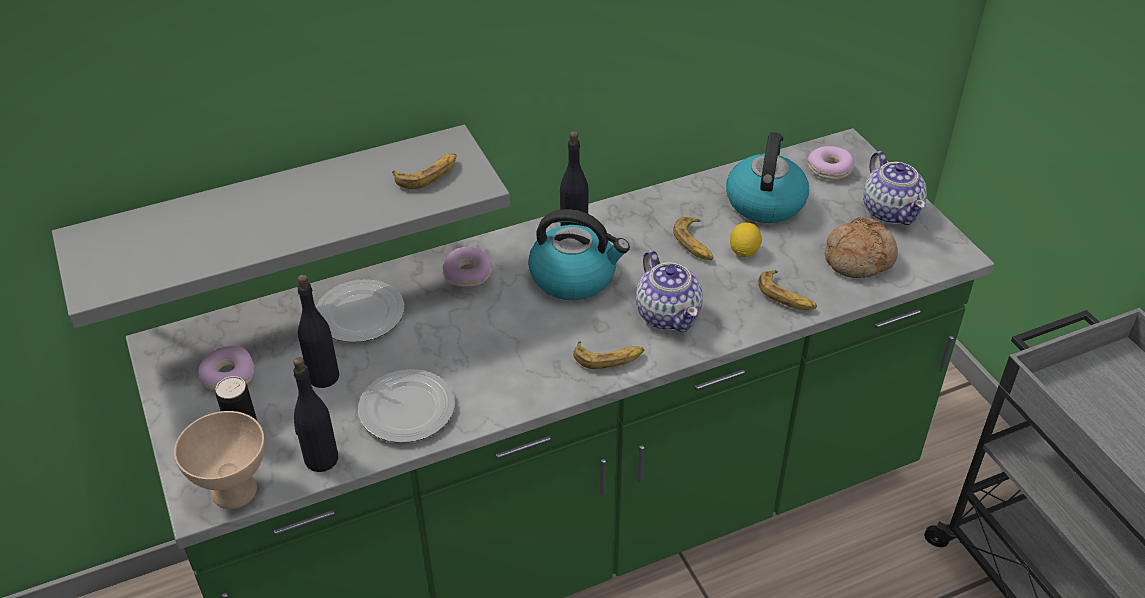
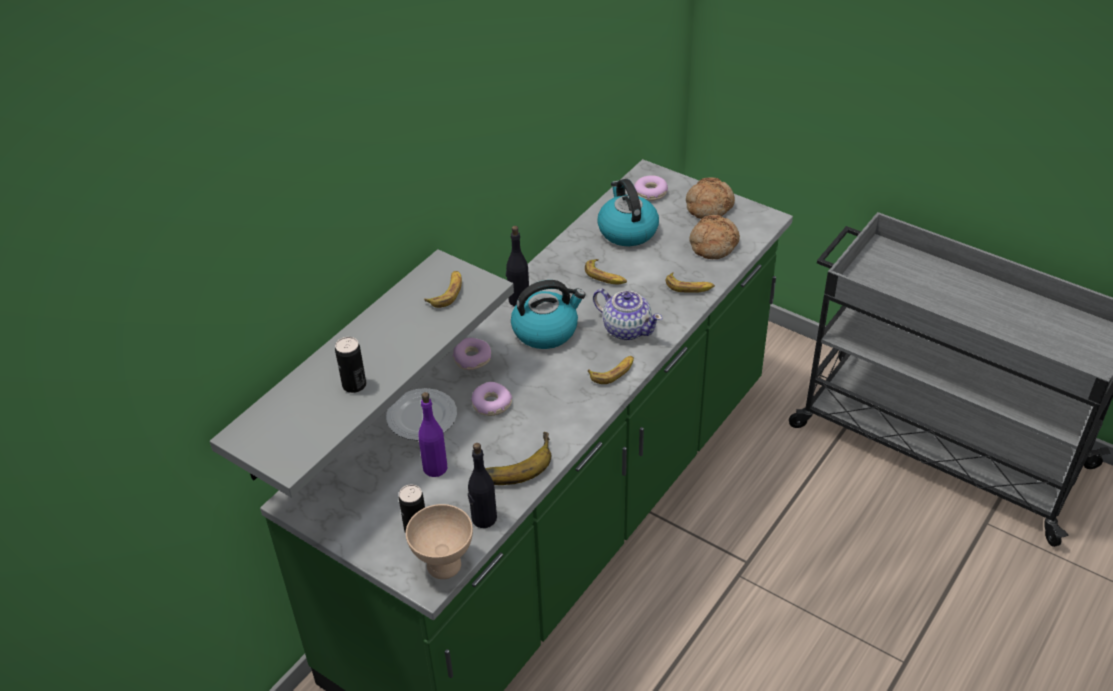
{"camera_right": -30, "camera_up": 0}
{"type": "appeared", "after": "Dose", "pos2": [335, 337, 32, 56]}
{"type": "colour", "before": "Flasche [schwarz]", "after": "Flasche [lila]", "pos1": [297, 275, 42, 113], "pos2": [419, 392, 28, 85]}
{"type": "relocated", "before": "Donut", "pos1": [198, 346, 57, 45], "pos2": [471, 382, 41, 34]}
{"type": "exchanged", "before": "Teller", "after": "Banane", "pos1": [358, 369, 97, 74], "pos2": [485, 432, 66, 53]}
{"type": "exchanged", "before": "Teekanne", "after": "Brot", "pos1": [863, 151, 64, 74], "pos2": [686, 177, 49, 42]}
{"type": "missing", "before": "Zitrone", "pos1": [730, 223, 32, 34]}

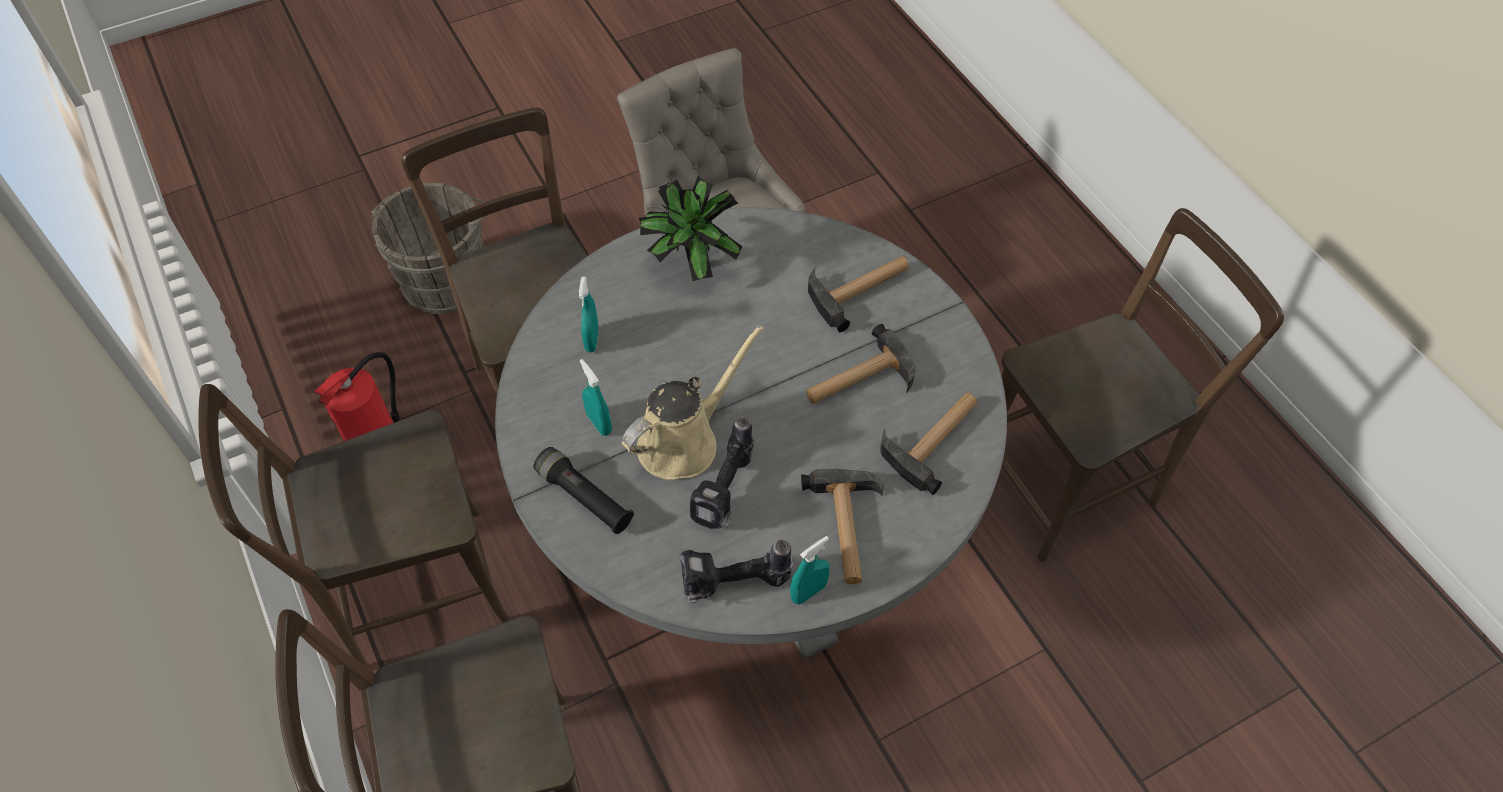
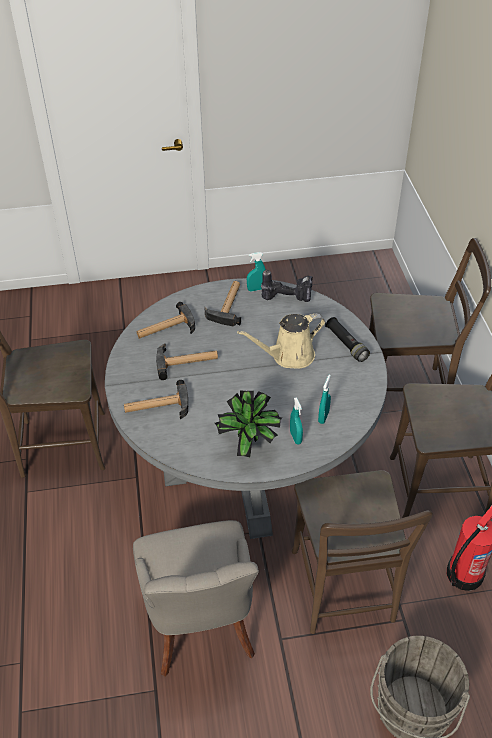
{"camera_right": -160, "camera_up": -10}
{"type": "relocated", "before": "Sprühflasche [türkis]", "pos1": [580, 359, 32, 77], "pos2": [290, 397, 13, 48]}
{"type": "missing", "before": "Bohrmaschine", "pos1": [690, 417, 64, 112]}

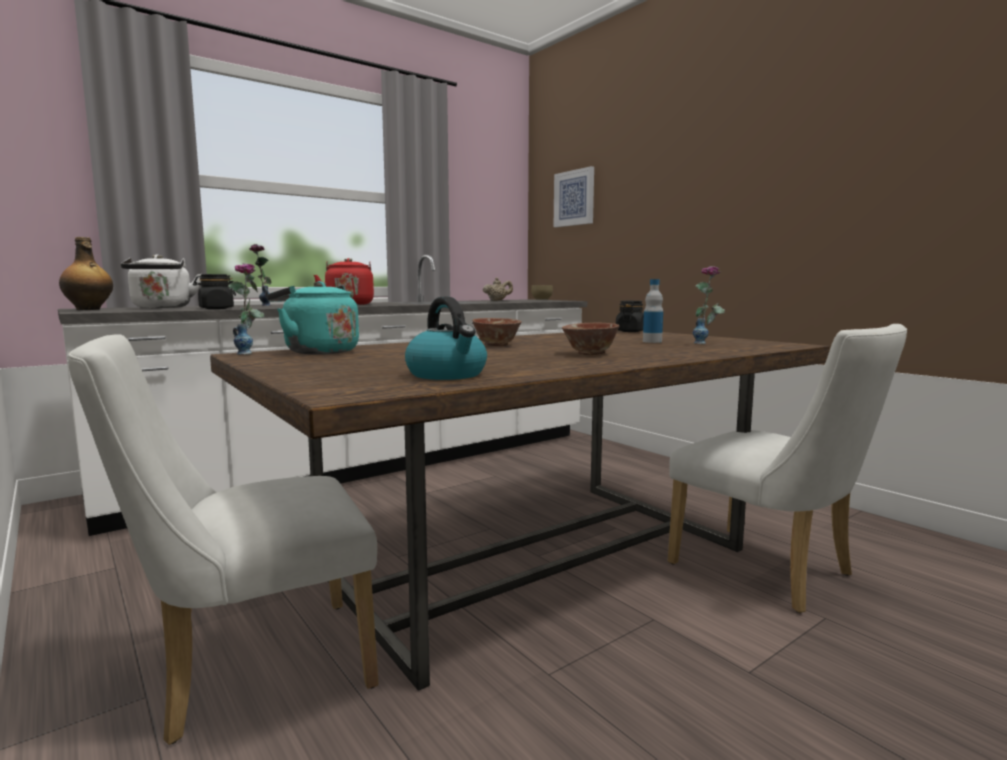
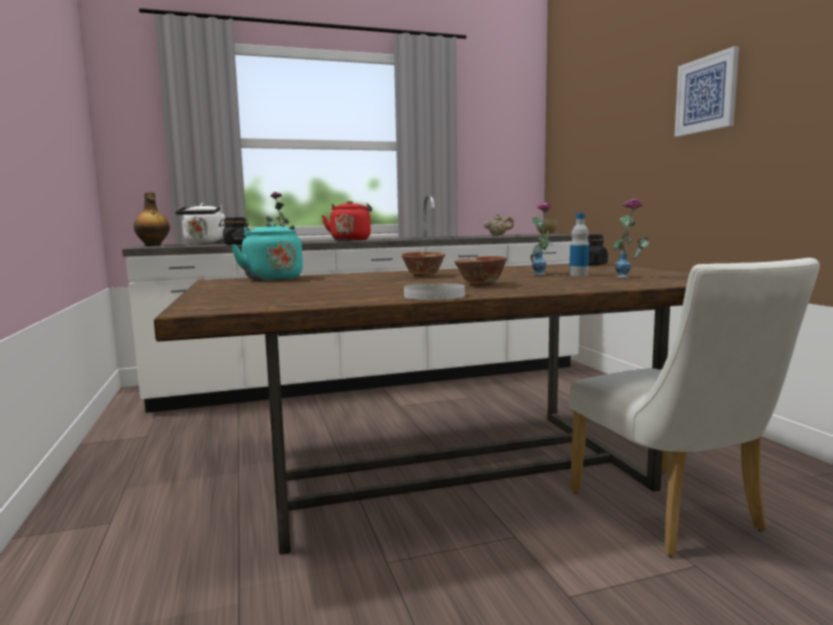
{"camera_right": 20, "camera_up": 0}
{"type": "appeared", "after": "Teller [weiß]", "pos2": [404, 283, 61, 17]}
{"type": "relocated", "before": "Vase", "pos1": [228, 263, 36, 92], "pos2": [530, 202, 23, 73]}
{"type": "relocated", "before": "Bild", "pos1": [554, 166, 40, 61], "pos2": [674, 46, 65, 91]}
{"type": "missing", "before": "Stuhl [weiß]", "pos1": [68, 334, 311, 411]}
{"type": "missing", "before": "Wasserkessel", "pos1": [405, 297, 82, 83]}

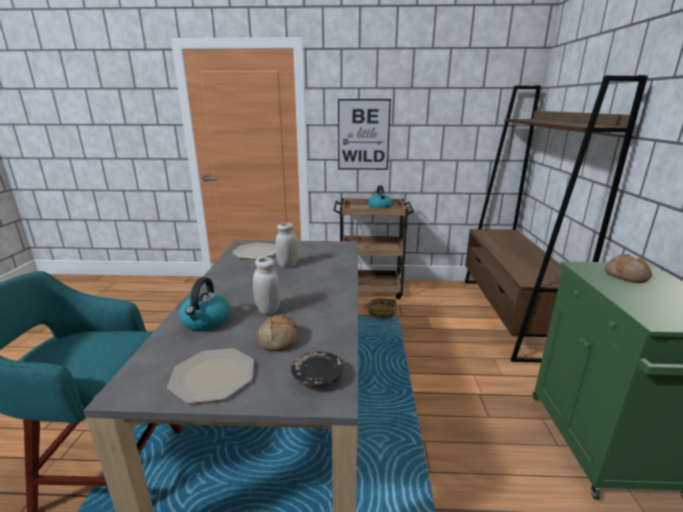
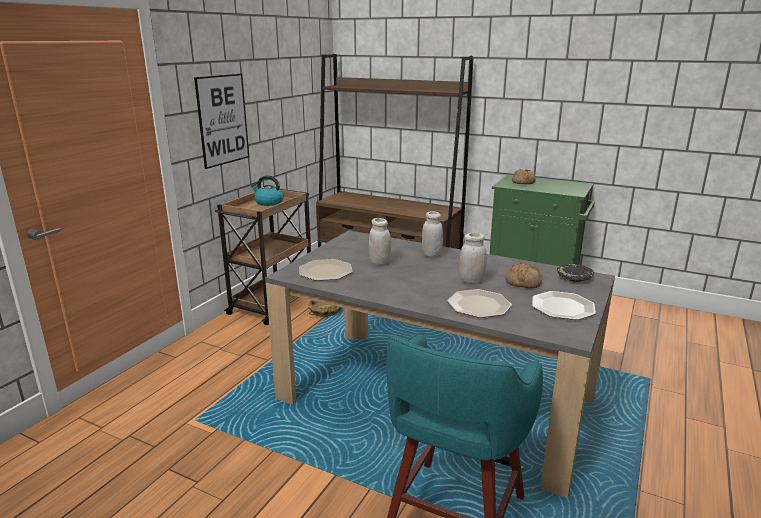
{"camera_right": -65, "camera_up": 0}
{"type": "appeared", "after": "Vorratsglas [weiß]", "pos2": [422, 211, 21, 47]}
{"type": "exchanged", "before": "Wasserkessel", "after": "Teller", "pos1": [179, 277, 51, 54], "pos2": [447, 289, 65, 29]}

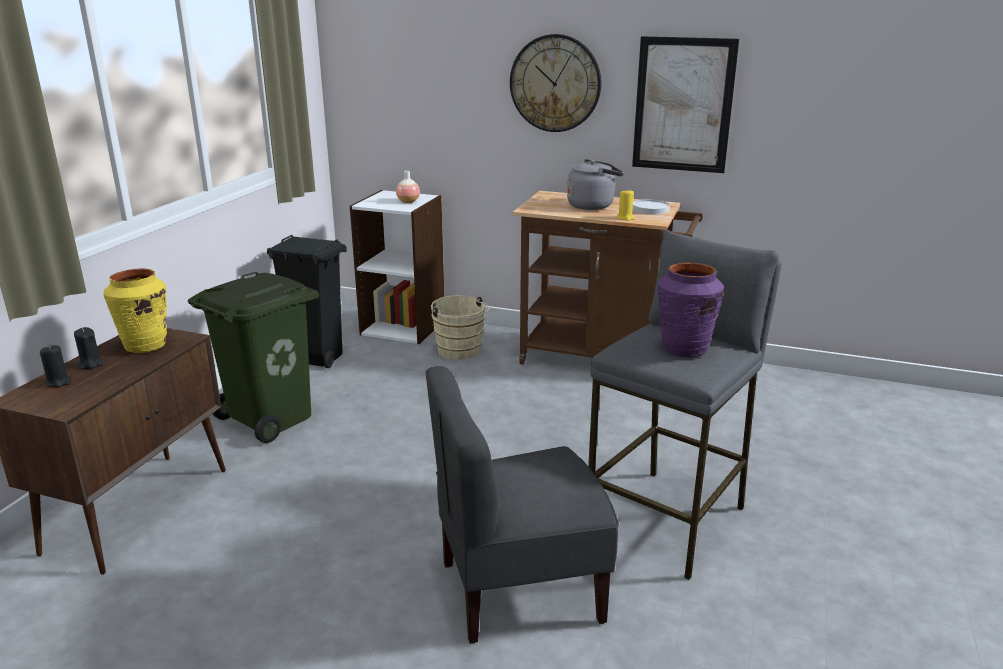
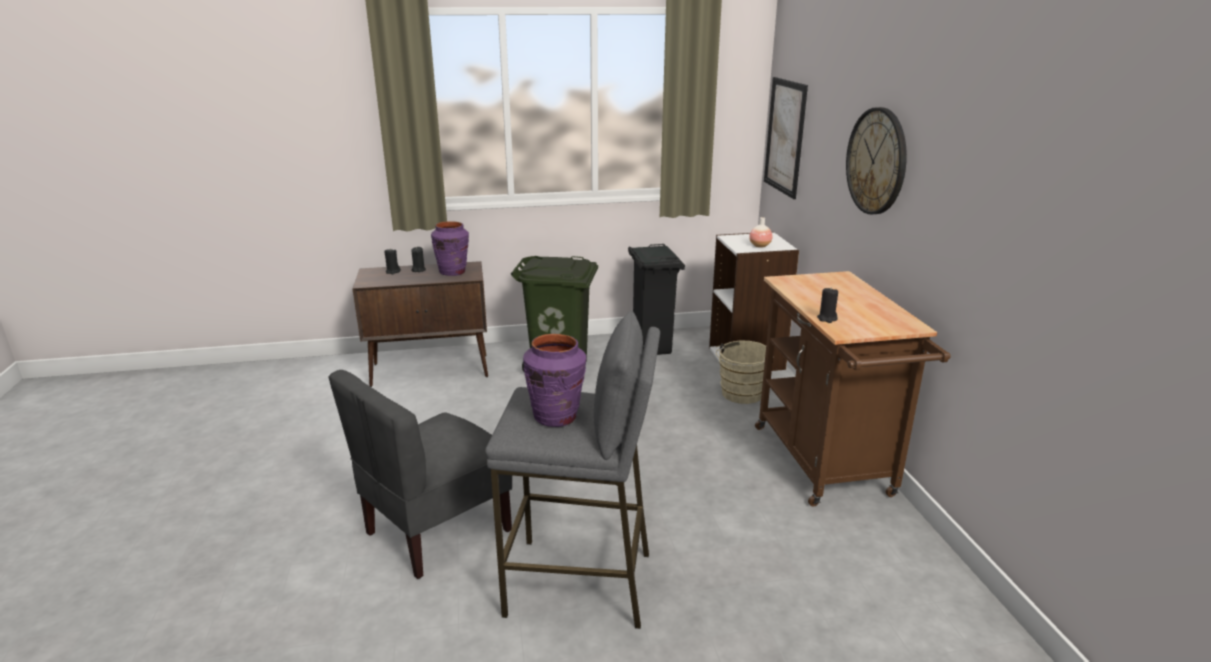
{"camera_right": 60, "camera_up": 0}
{"type": "spun", "before": "Stuhl [grau]", "pos1": [426, 366, 193, 278], "pos2": [329, 370, 183, 209], "turn": -90}
{"type": "colour", "before": "Vase [gelb]", "after": "Vase [lila]", "pos1": [103, 268, 64, 85], "pos2": [431, 221, 38, 55]}
{"type": "relocated", "before": "Bild", "pos1": [632, 36, 107, 137], "pos2": [764, 77, 44, 122]}
{"type": "colour", "before": "Kerze [gelb]", "after": "Kerze [schwarz]", "pos1": [617, 189, 18, 32], "pos2": [817, 287, 21, 36]}
{"type": "missing", "before": "Wasserkessel [grau]", "pos1": [567, 159, 57, 51]}
{"type": "missing", "before": "Teller [weiß]", "pos1": [632, 199, 38, 16]}

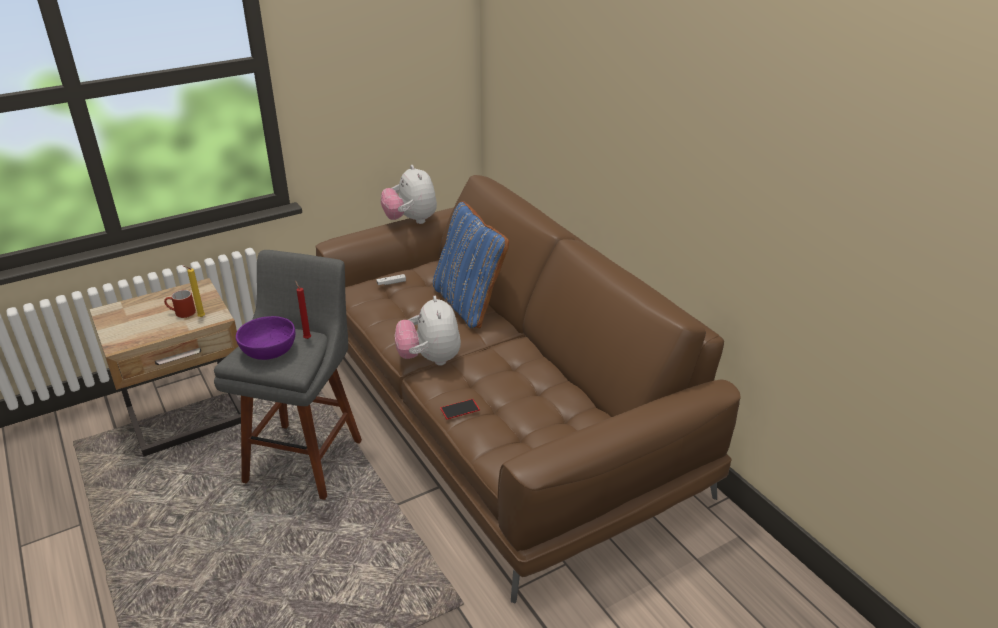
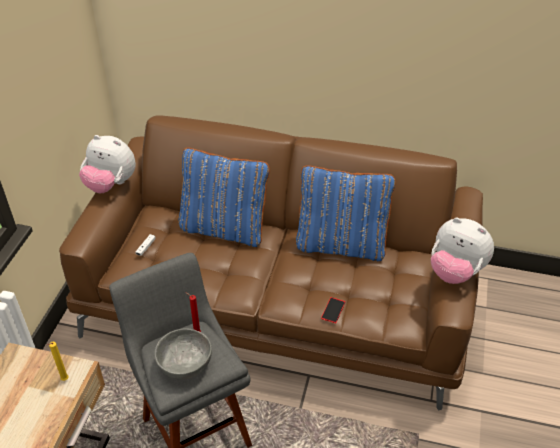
{"camera_right": -45, "camera_up": 10}
{"type": "colour", "before": "Schüssel [lila]", "after": "Schüssel [grau]", "pos1": [236, 316, 60, 44], "pos2": [154, 328, 58, 52]}
{"type": "appeared", "after": "Kissen [blau]", "pos2": [296, 165, 100, 96]}
{"type": "relocated", "before": "Plüschtier", "pos1": [395, 296, 66, 70], "pos2": [431, 218, 63, 66]}
{"type": "missing", "before": "Henkelbecher [rot]", "pos1": [164, 290, 32, 28]}

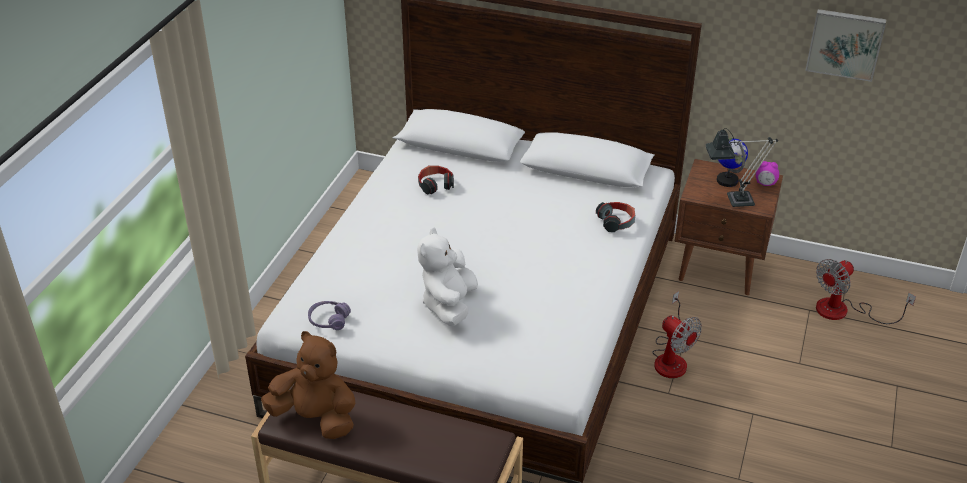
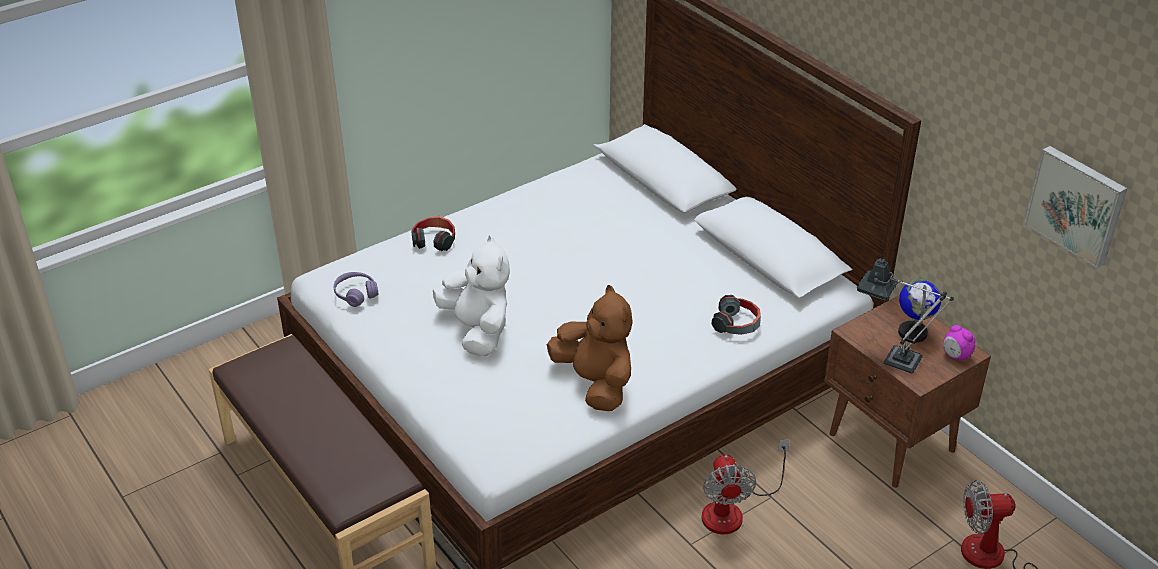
{"camera_right": 35, "camera_up": 0}
{"type": "relocated", "before": "Kopfhörer", "pos1": [418, 165, 36, 30], "pos2": [412, 216, 43, 35]}
{"type": "spun", "before": "Plüschtier [weiß]", "pos1": [417, 228, 61, 98], "pos2": [433, 236, 77, 120], "turn": 105}
{"type": "relocated", "before": "Plüschtier [braun]", "pos1": [261, 331, 95, 108], "pos2": [547, 285, 86, 126]}

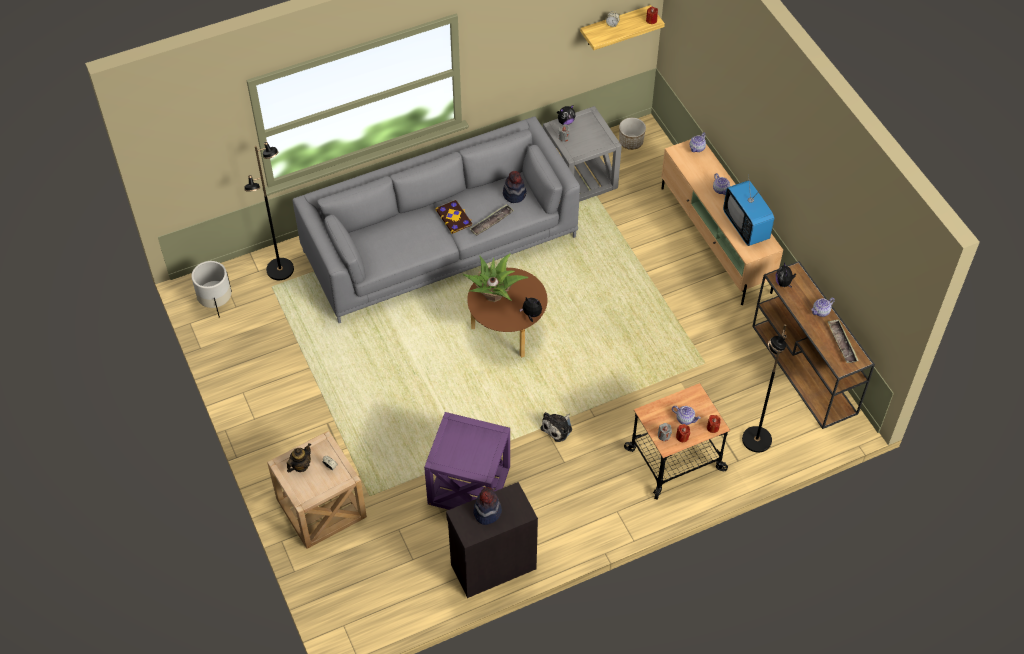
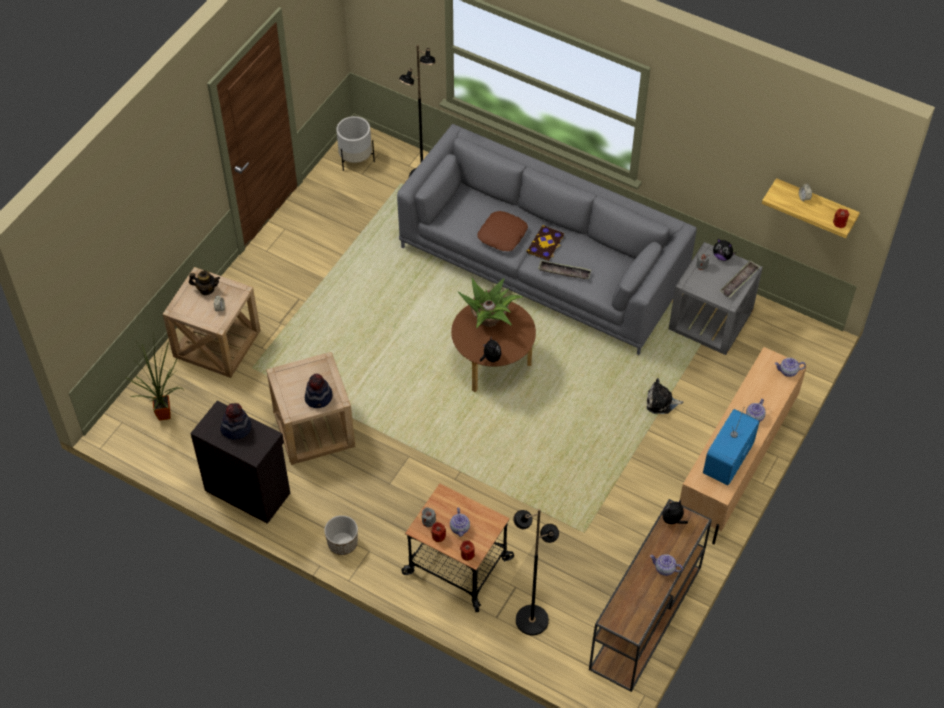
{"camera_right": 55, "camera_up": 0}
{"type": "appeared", "after": "Topfpflanze", "pos2": [124, 341, 59, 80]}
{"type": "colour", "before": "Beistelltisch [lila]", "after": "Beistelltisch [beige]", "pos1": [424, 412, 86, 98], "pos2": [266, 352, 89, 113]}
{"type": "relocated", "before": "Hut", "pos1": [503, 171, 23, 32], "pos2": [305, 374, 28, 34]}
{"type": "relocated", "before": "Pflanzkübel", "pos1": [619, 118, 27, 32], "pos2": [324, 515, 34, 40]}
{"type": "appeared", "after": "Kissen [braun]", "pos2": [477, 211, 51, 40]}
{"type": "relocated", "before": "Plüschtier", "pos1": [540, 412, 32, 30], "pos2": [646, 378, 37, 36]}
{"type": "relocated", "before": "Tablett", "pos1": [827, 319, 32, 44], "pos2": [720, 260, 40, 38]}

